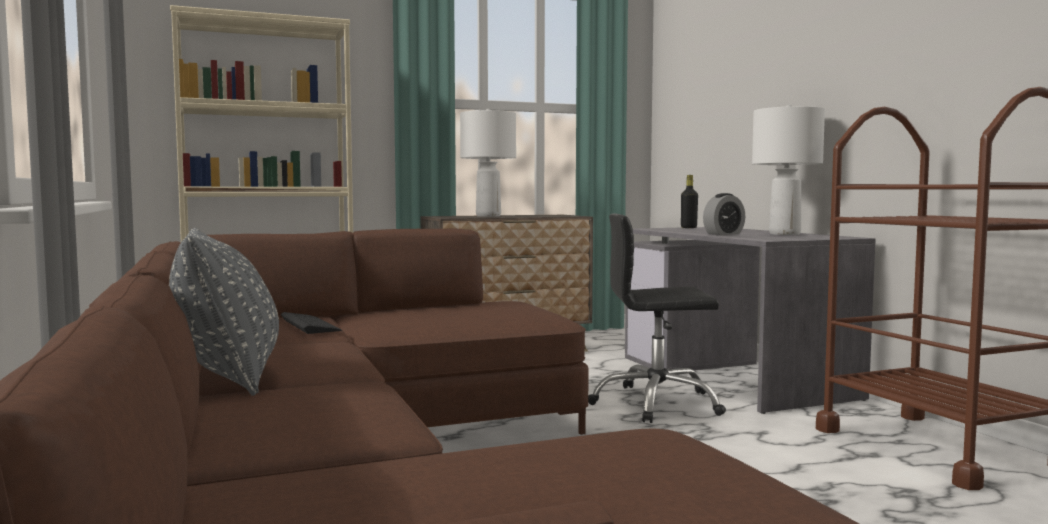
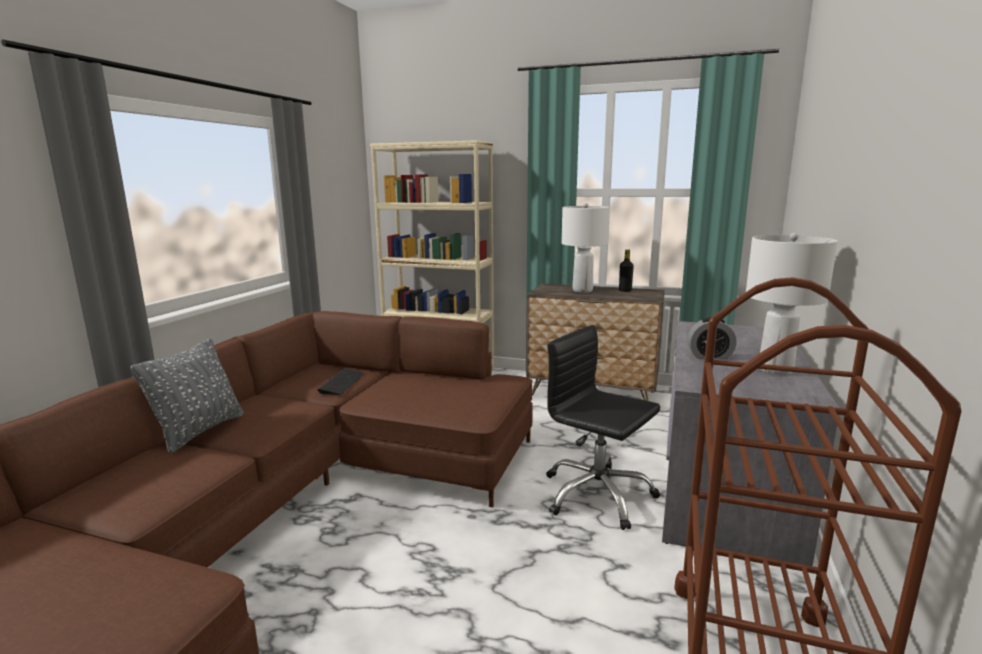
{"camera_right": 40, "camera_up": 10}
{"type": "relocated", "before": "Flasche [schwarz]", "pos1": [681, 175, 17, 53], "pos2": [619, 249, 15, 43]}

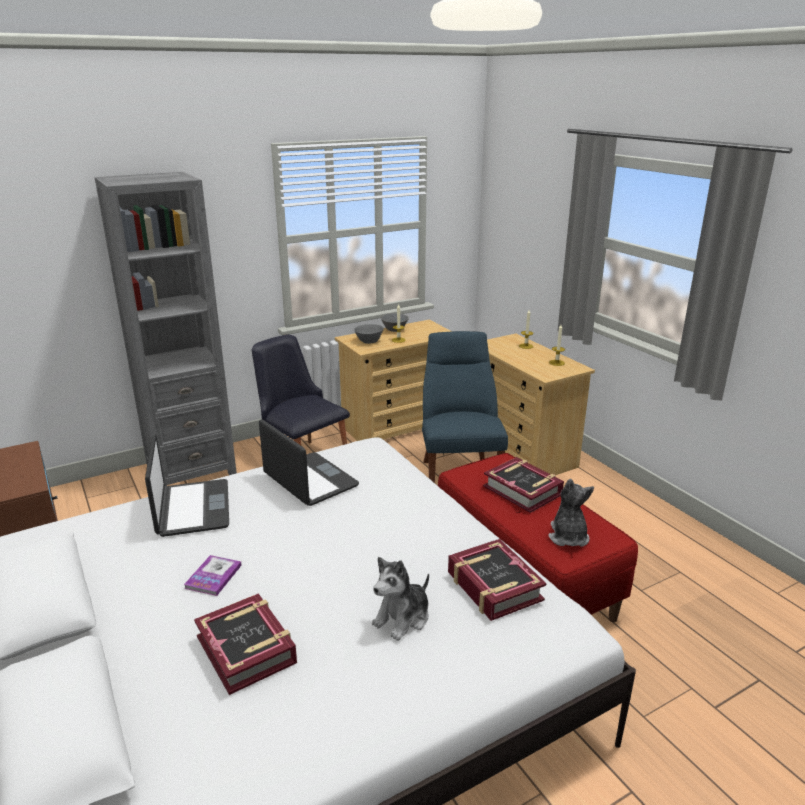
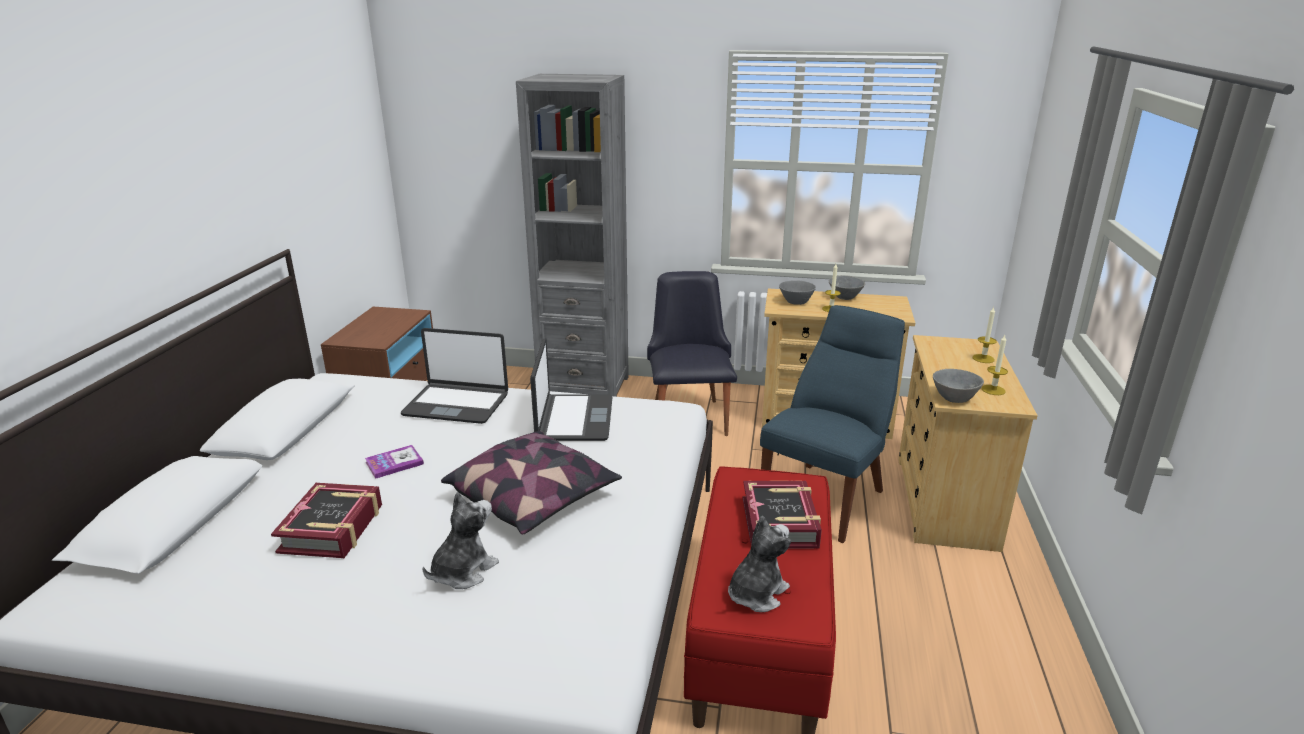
{"camera_right": 40, "camera_up": 0}
{"type": "spun", "before": "Laptop", "pos1": [145, 434, 84, 103], "pos2": [401, 328, 107, 96], "turn": 75}
{"type": "spun", "before": "Plüschtier", "pos1": [372, 557, 57, 84], "pos2": [422, 492, 77, 97], "turn": 135}
{"type": "appeared", "after": "Kissen", "pos2": [441, 431, 181, 104]}
{"type": "appeared", "after": "Schüssel [grau]", "pos2": [933, 369, 51, 34]}
{"type": "missing", "before": "Buch", "pos1": [448, 539, 99, 82]}

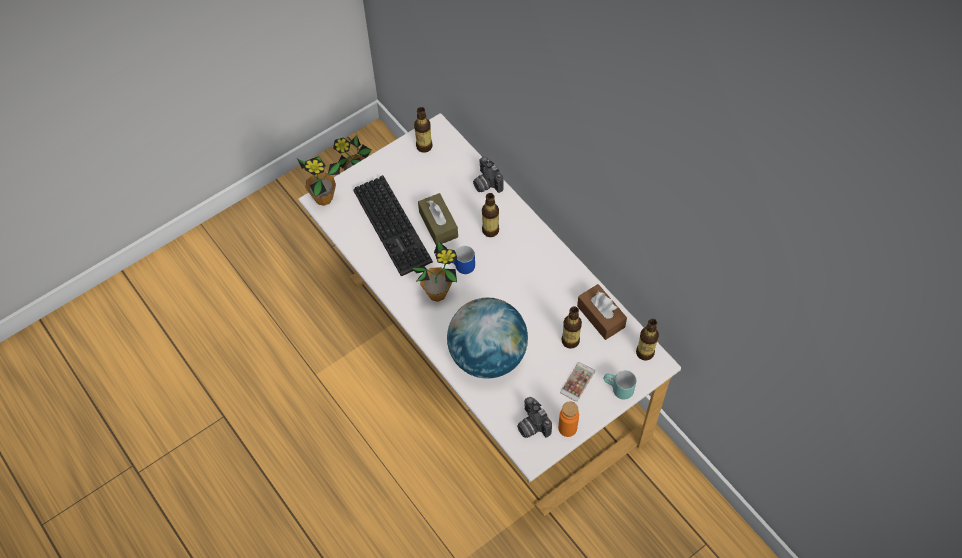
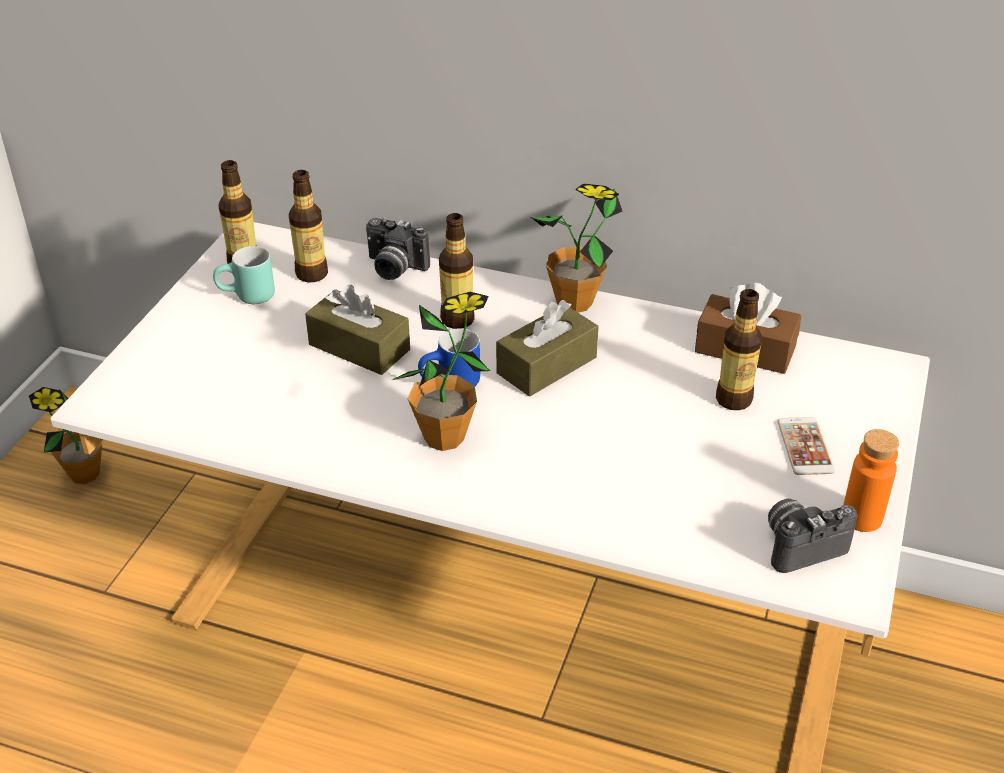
{"camera_right": -35, "camera_up": -20}
{"type": "relocated", "before": "Henkelbecher [türkis]", "pos1": [604, 370, 32, 29], "pos2": [213, 246, 62, 58]}
{"type": "relocated", "before": "Flasche", "pos1": [636, 319, 23, 42], "pos2": [289, 170, 39, 112]}
{"type": "appeared", "after": "Taschentuchbox [braun]", "pos2": [496, 300, 103, 97]}
{"type": "relocated", "before": "Topfpflanze", "pos1": [297, 156, 43, 50], "pos2": [531, 184, 91, 129]}
{"type": "spun", "before": "Kamera", "pos1": [517, 397, 35, 41], "pos2": [768, 499, 90, 74], "turn": 135}
{"type": "missing", "before": "Tastatur", "pos1": [353, 175, 80, 101]}
{"type": "missing", "before": "Globus", "pos1": [447, 298, 81, 81]}

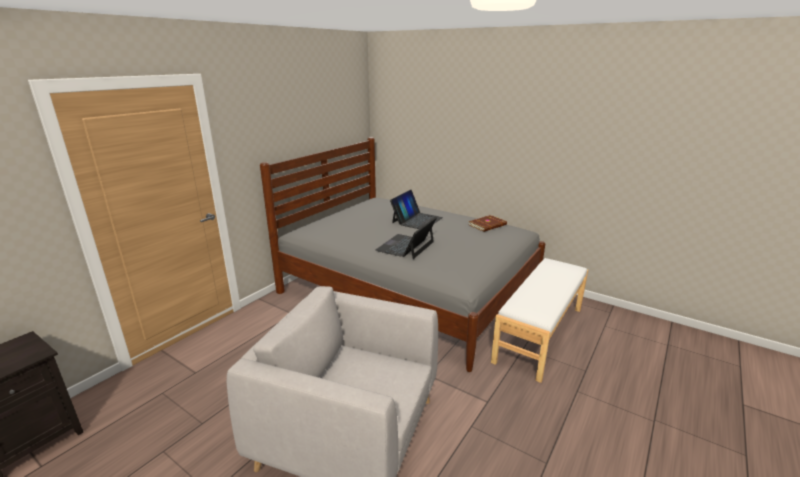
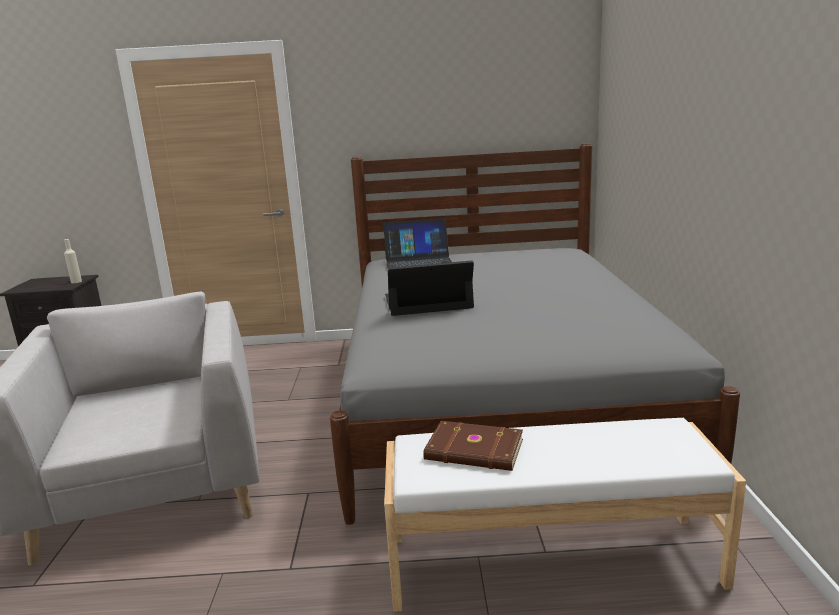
{"camera_right": 55, "camera_up": -5}
{"type": "appeared", "after": "Flasche [beige]", "pos2": [64, 239, 18, 44]}
{"type": "relocated", "before": "Laptop", "pos1": [390, 190, 53, 39], "pos2": [383, 218, 69, 50]}
{"type": "relocated", "before": "Buch [braun]", "pos1": [469, 215, 38, 17], "pos2": [423, 421, 100, 50]}

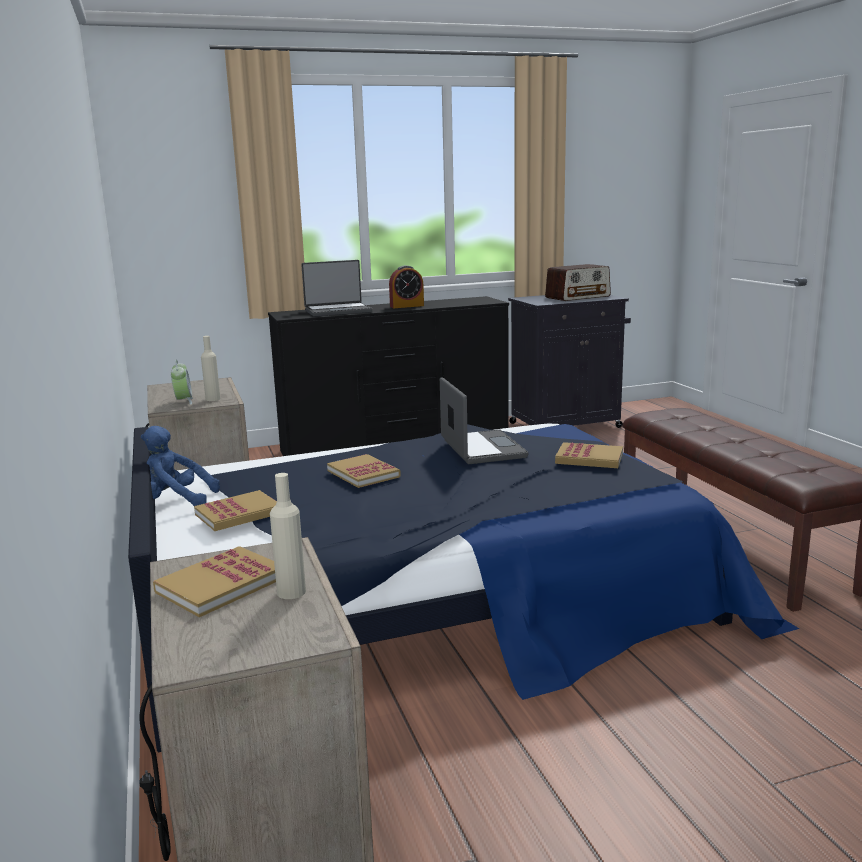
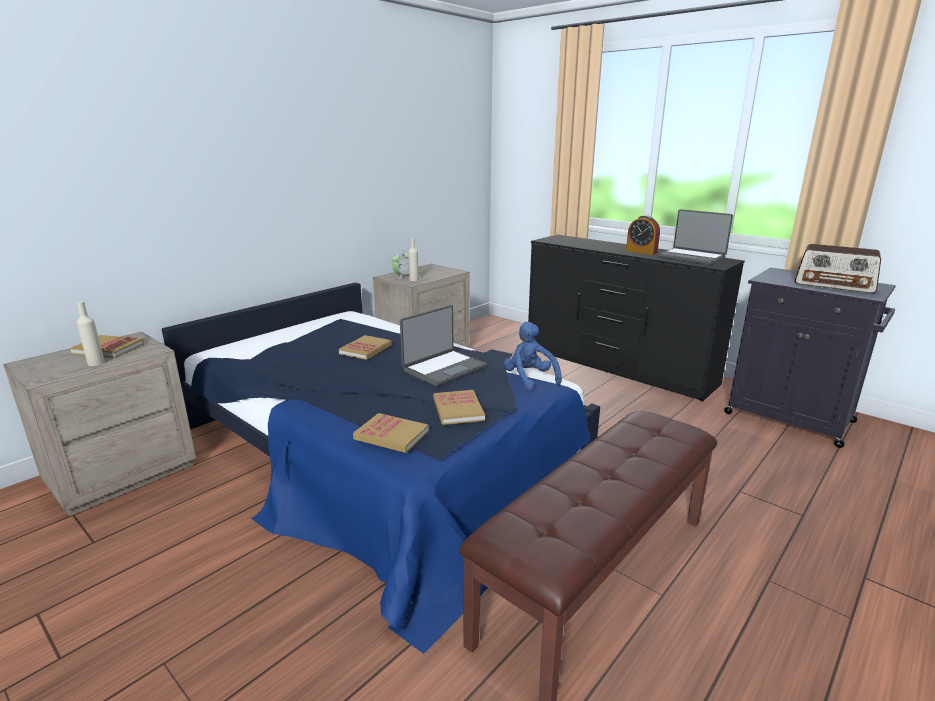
{"camera_right": 60, "camera_up": 5}
{"type": "relocated", "before": "Buch", "pos1": [194, 490, 83, 41], "pos2": [353, 413, 76, 40]}
{"type": "relocated", "before": "Plüschtier [blau]", "pos1": [141, 426, 79, 80], "pos2": [503, 322, 59, 69]}
{"type": "relocated", "before": "Laptop", "pos1": [301, 260, 71, 56], "pos2": [657, 209, 76, 56]}

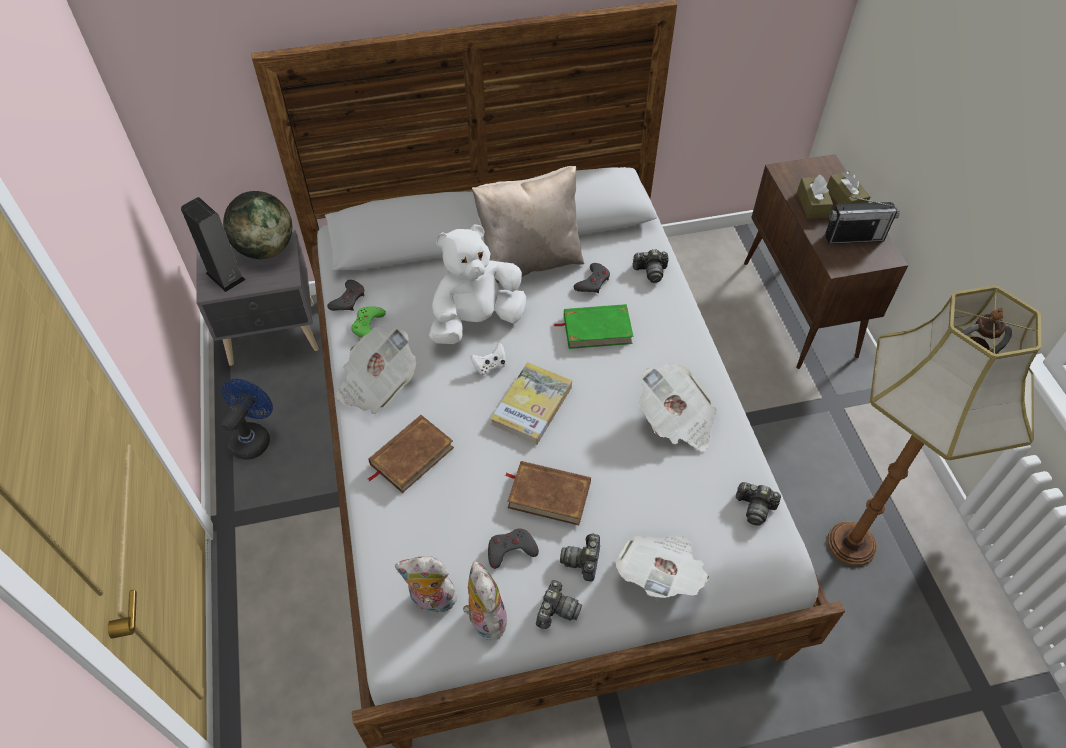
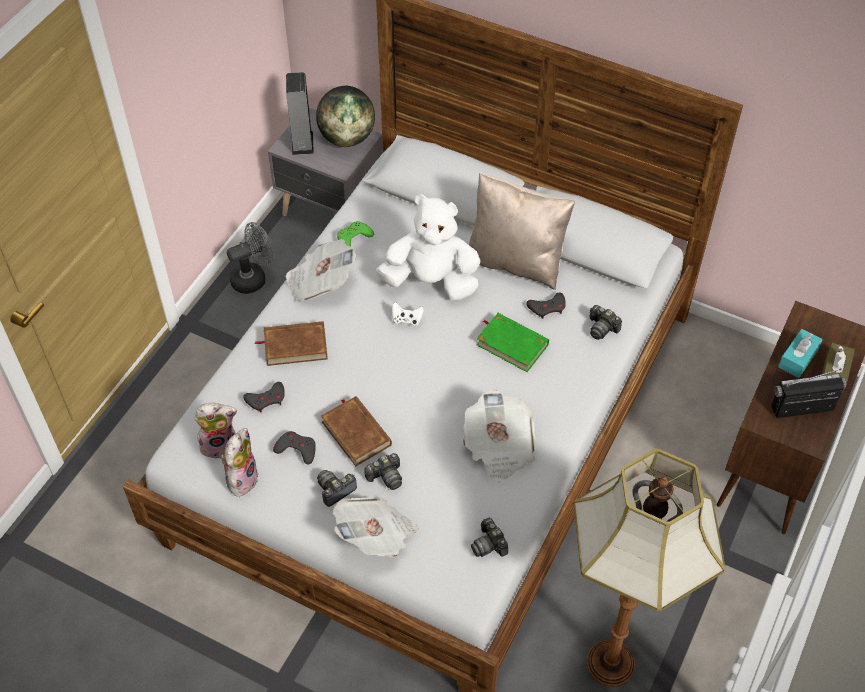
{"camera_right": 40, "camera_up": 0}
{"type": "spun", "before": "Plüschtier", "pos1": [395, 556, 65, 61], "pos2": [194, 403, 43, 56], "turn": 120}
{"type": "colour", "before": "Ventilator [blau]", "after": "Ventilator [grau]", "pos1": [221, 379, 52, 81], "pos2": [227, 222, 46, 72]}
{"type": "relocated", "before": "Gamepad [grau]", "pos1": [327, 280, 37, 31], "pos2": [243, 382, 42, 31]}
{"type": "relocated", "before": "Kamera", "pos1": [536, 580, 46, 49], "pos2": [364, 453, 38, 37]}
{"type": "spun", "before": "Radio", "pos1": [825, 196, 75, 48], "pos2": [771, 369, 75, 49], "turn": 135}
{"type": "colour", "before": "Taschentuchbox [braun]", "after": "Taschentuchbox [türkis]", "pos1": [797, 174, 36, 45], "pos2": [778, 329, 45, 49]}
{"type": "missing", "before": "Buch", "pos1": [490, 362, 82, 83]}

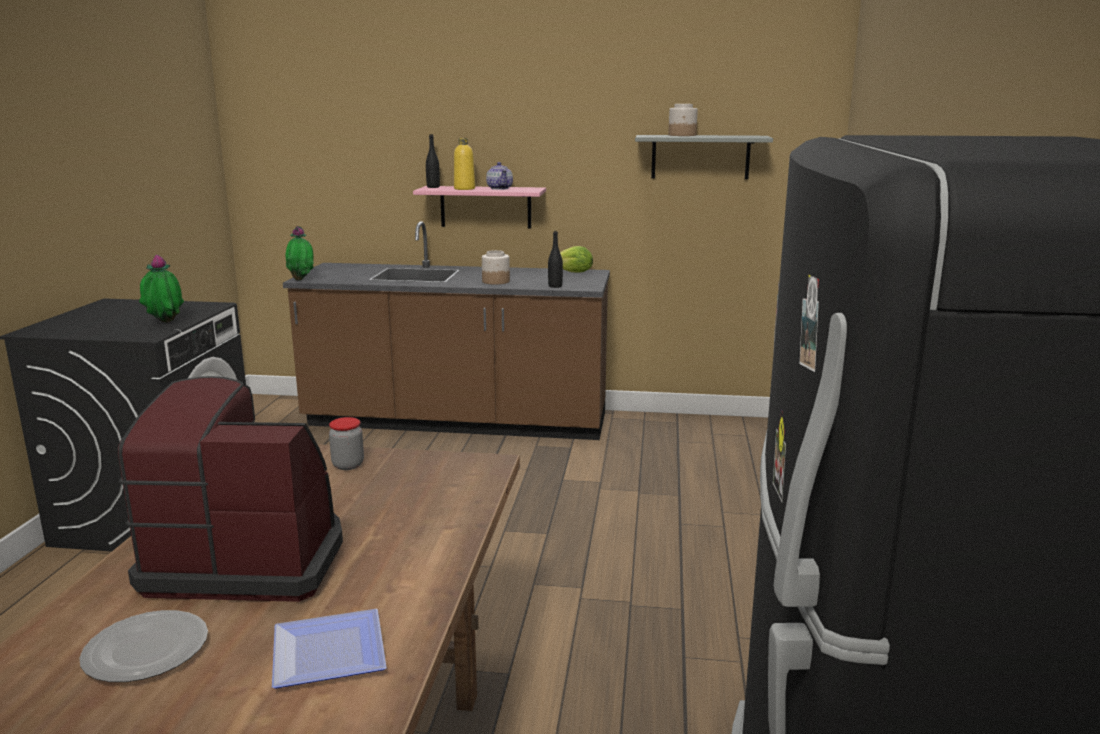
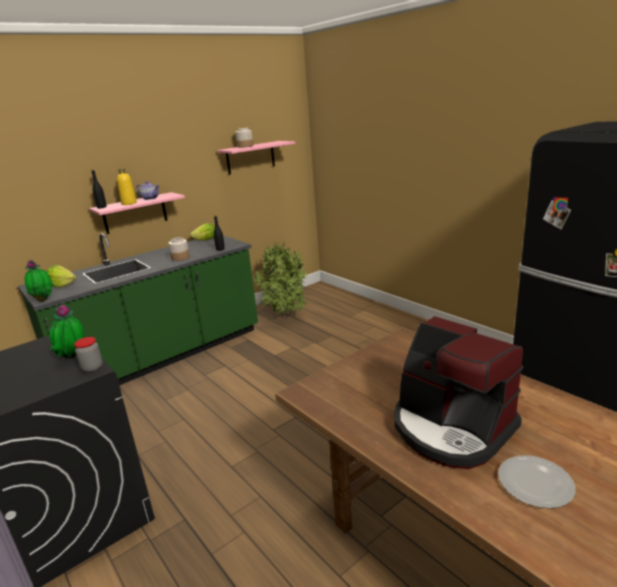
{"camera_right": -45, "camera_up": 5}
{"type": "colour", "before": "Küchenzeile [braun]", "after": "Küchenzeile [grün]", "pos1": [283, 221, 327, 219], "pos2": [18, 233, 240, 152]}
{"type": "appeared", "after": "Salatkopf", "pos2": [46, 265, 30, 23]}
{"type": "relocated", "before": "Vorratsglas", "pos1": [329, 417, 35, 53], "pos2": [74, 337, 29, 35]}
{"type": "colour", "before": "Wandregal [grau]", "after": "Wandregal [rosa]", "pos1": [635, 135, 138, 45], "pos2": [217, 141, 78, 33]}
{"type": "appeared", "after": "Topfpflanze", "pos2": [253, 243, 55, 74]}
{"type": "spun", "before": "Kaffeemaschine", "pos1": [118, 376, 225, 226], "pos2": [394, 316, 129, 153], "turn": -90}
{"type": "missing", "before": "Teller", "pos1": [272, 609, 115, 80]}

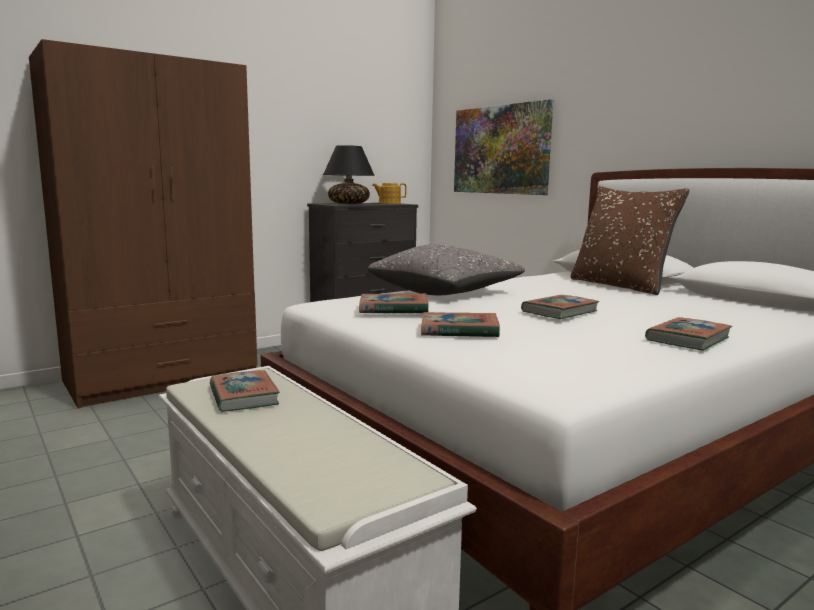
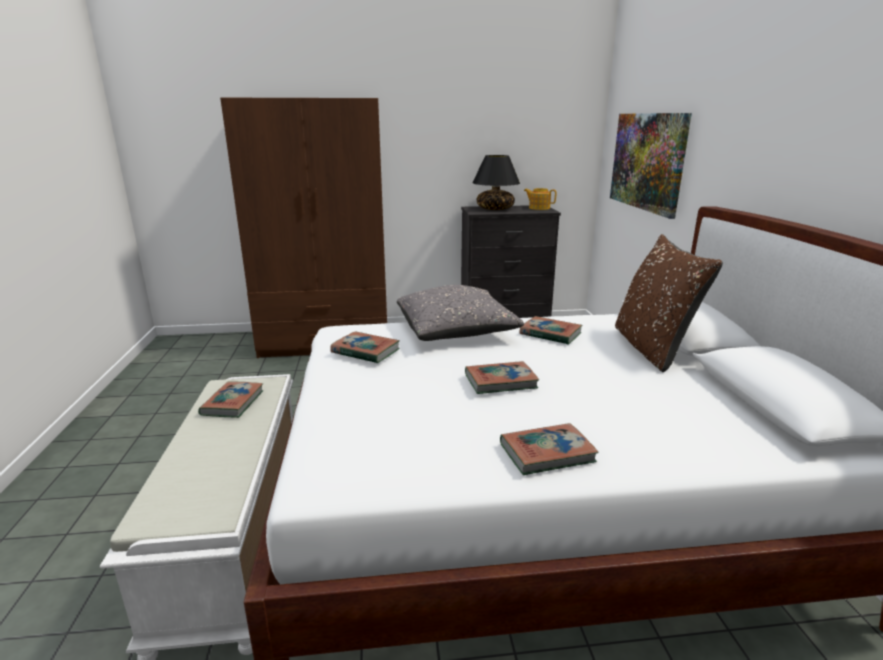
{"camera_right": 30, "camera_up": 10}
{"type": "relocated", "before": "Buch", "pos1": [421, 312, 79, 26], "pos2": [520, 316, 62, 29]}

